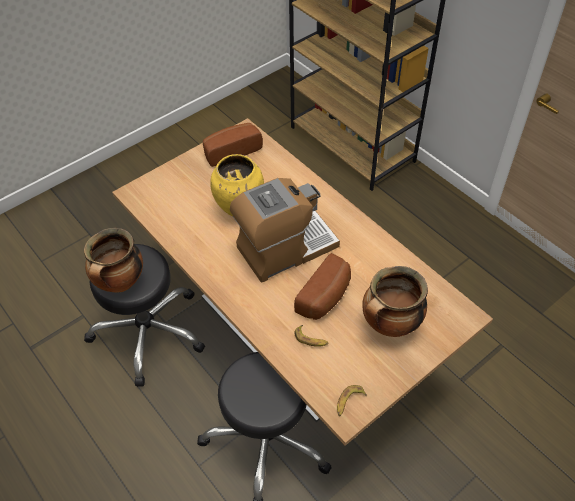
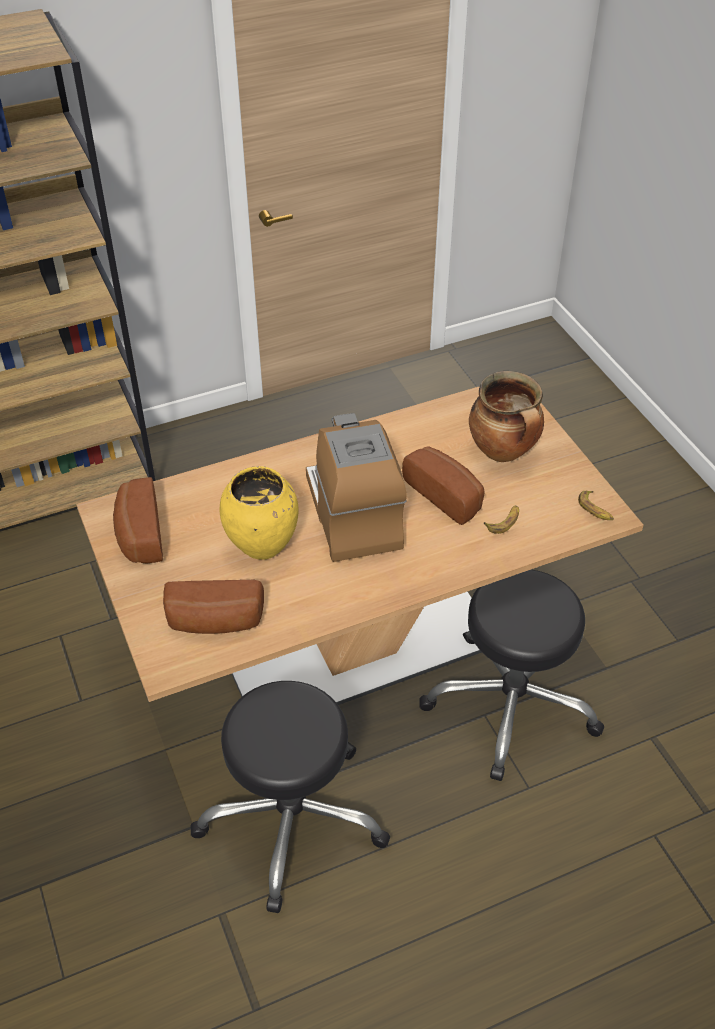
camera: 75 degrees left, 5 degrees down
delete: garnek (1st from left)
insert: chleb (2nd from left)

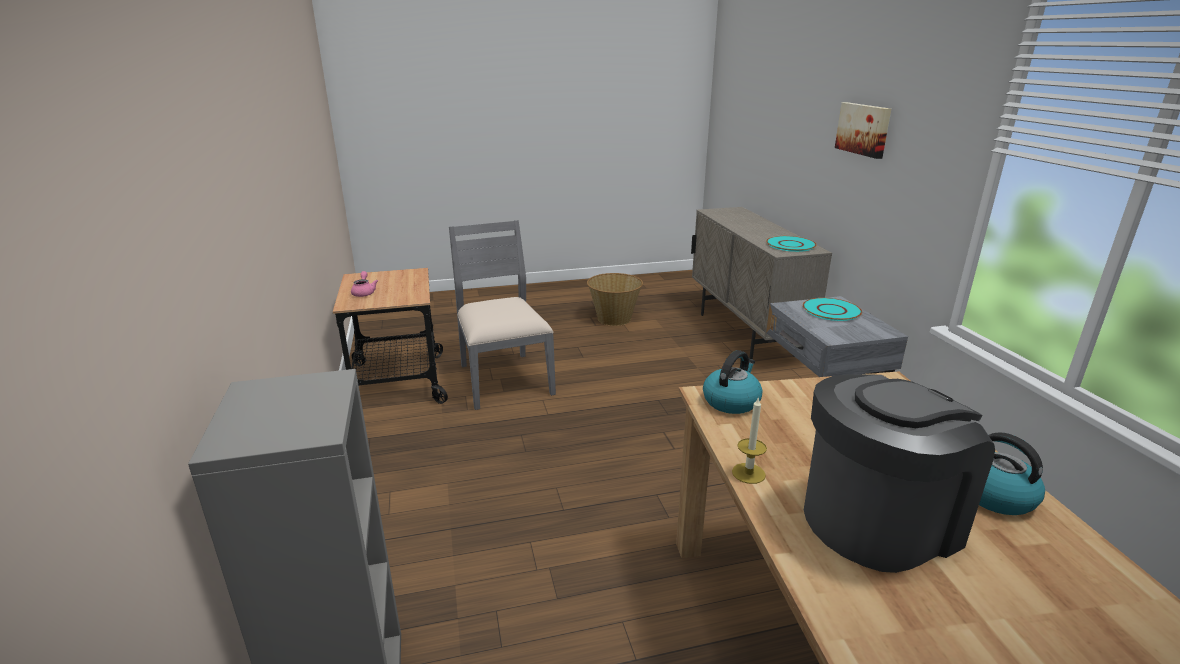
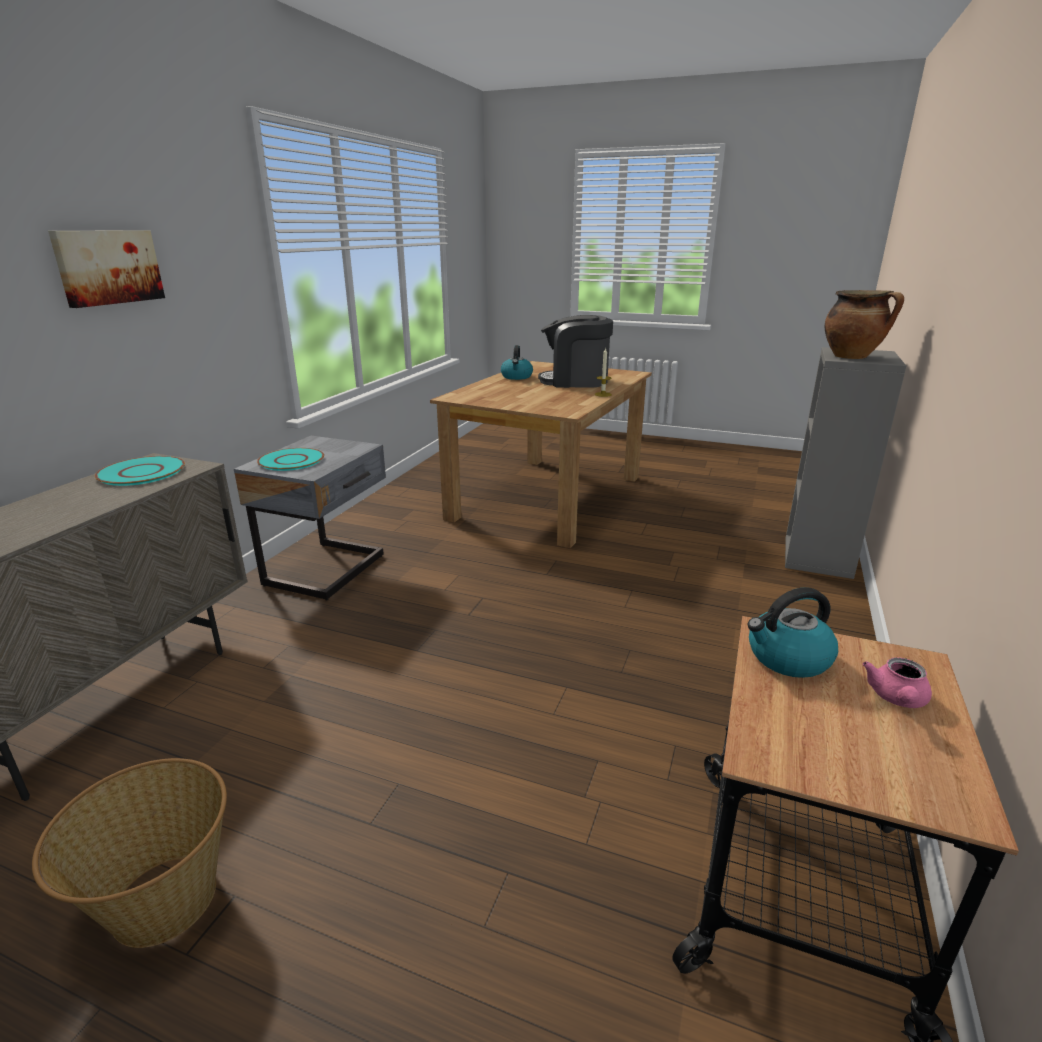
camera: 145 degrees left, 0 degrees up
delete: krzesło [szary]
insert: garnek
move: czajnik (1st from left in the first image) to czajnik (2nd from left)

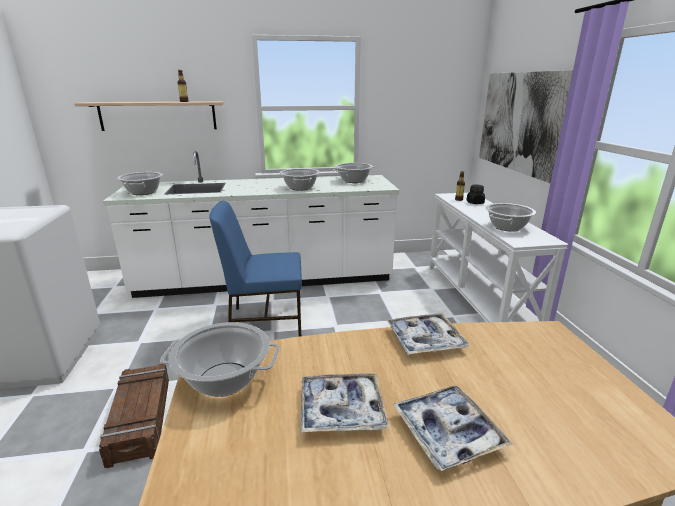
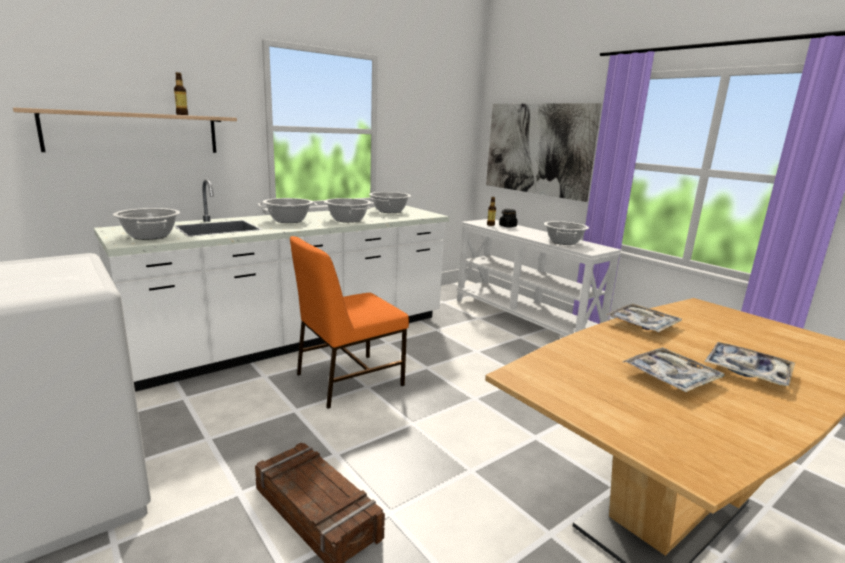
camera: 30 degrees left, 5 degrees down
move: garnek (2nd from left)
recolor: krzesło [niebieski] to krzesło [pomarańczowy]

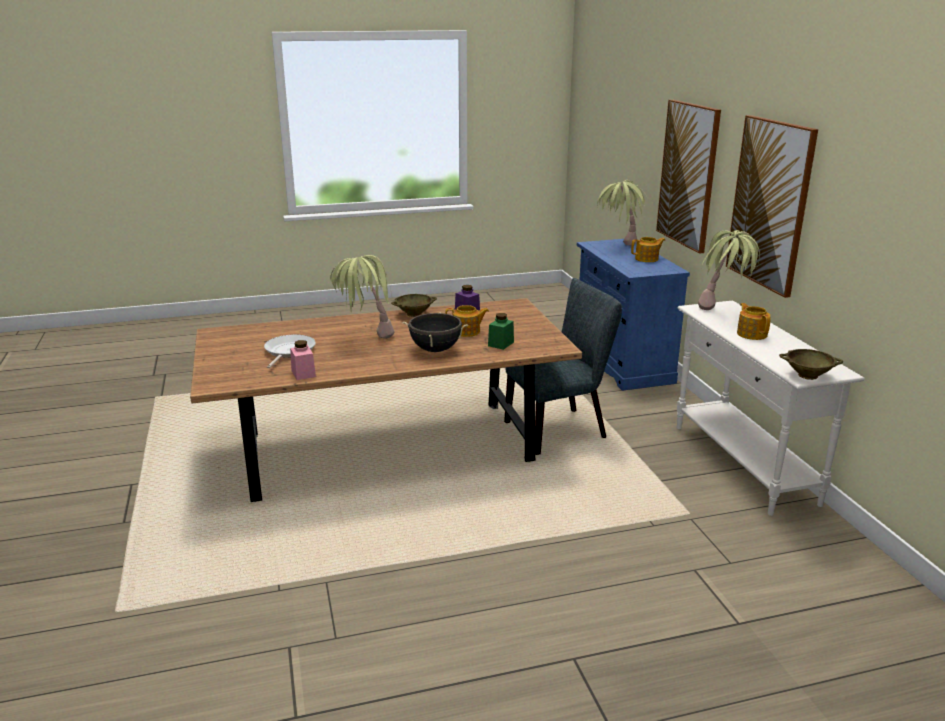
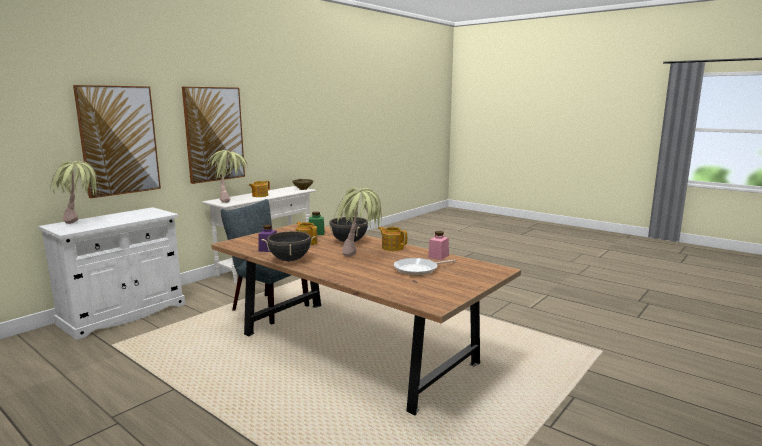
camera: 125 degrees left, 10 degrees down
move: imbryk (2nd from left in the first image) to imbryk (3rd from left)
replace: miska [beżowy] (1st from left) to garnek [czarny] (1st from left)
recolor: szafka [niebieski] to szafka [biały]

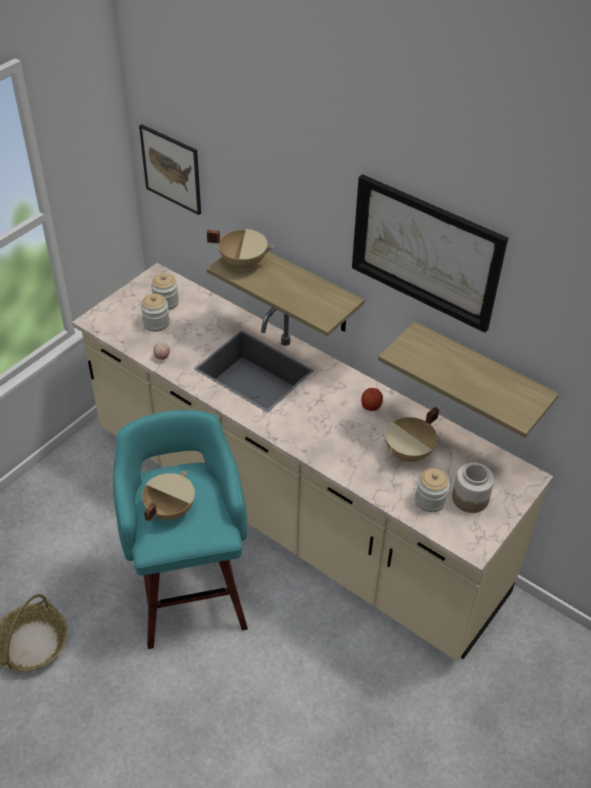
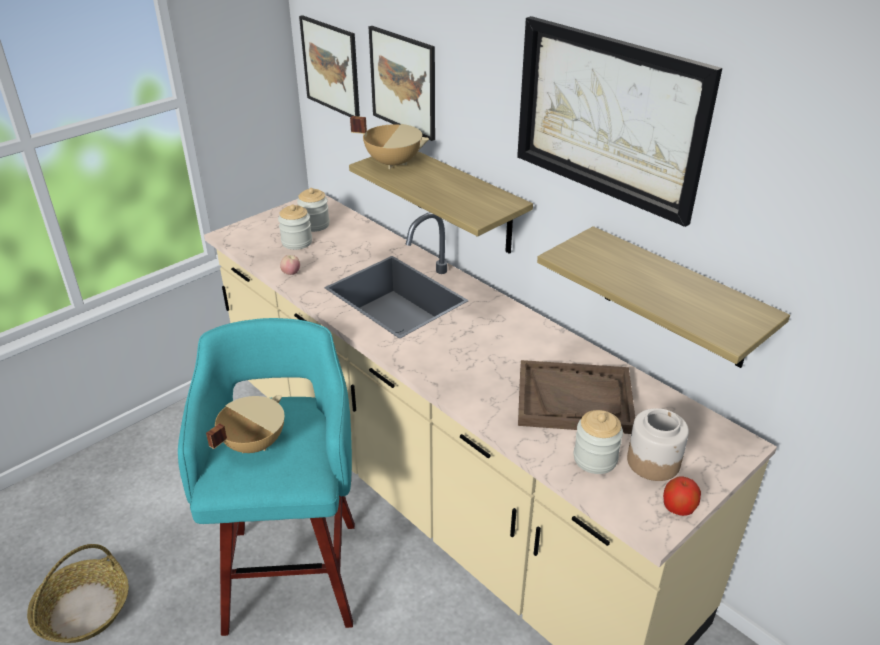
camera: 10 degrees right, 10 degrees down
insert: obraz (2nd from left)
move: jabłko (2nd from left)
replace: garnek [beżowy] (3rd from left) to taca [brązowy]

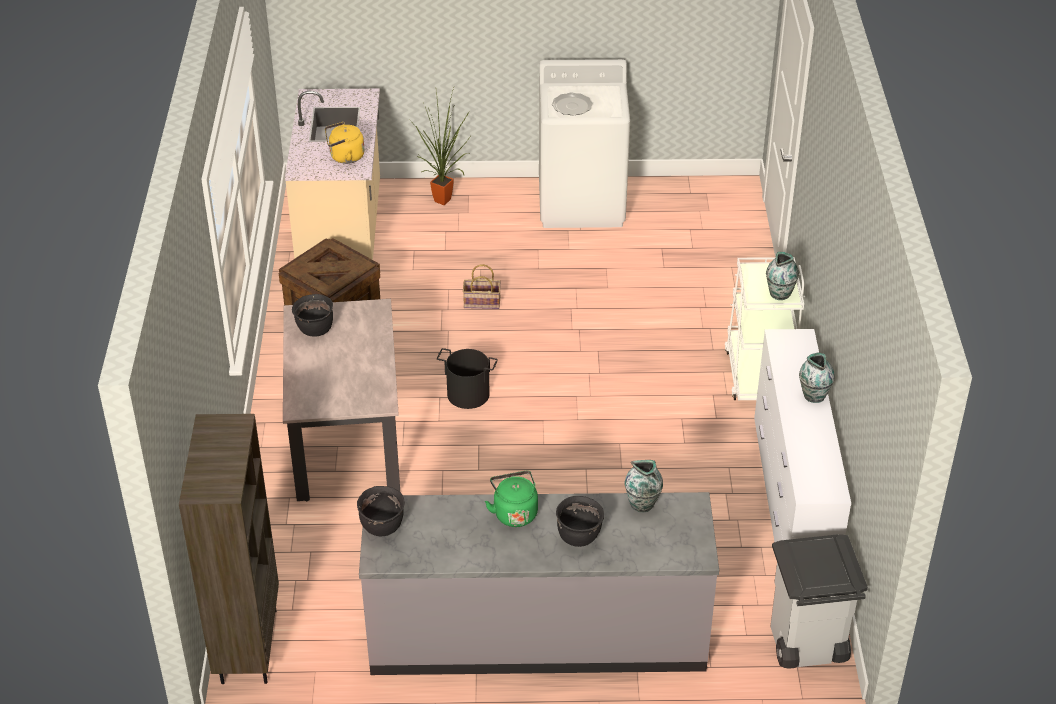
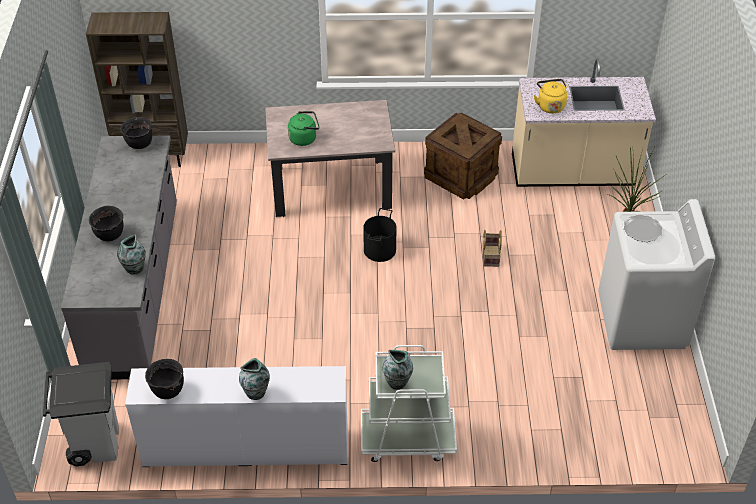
camera: 90 degrees right, 5 degrees up
move: garnek [czarny] (1st from left in the first image) to garnek [czarny] (3rd from left); czajnik [zielony]

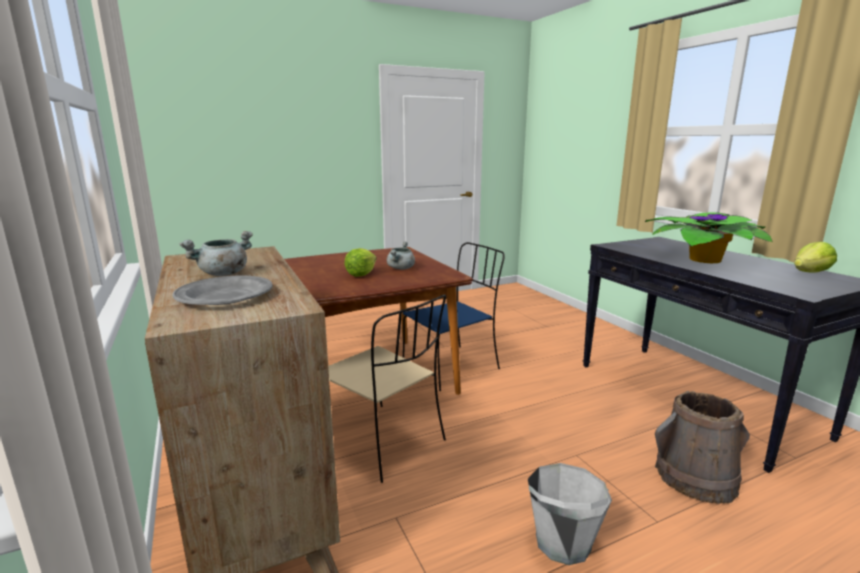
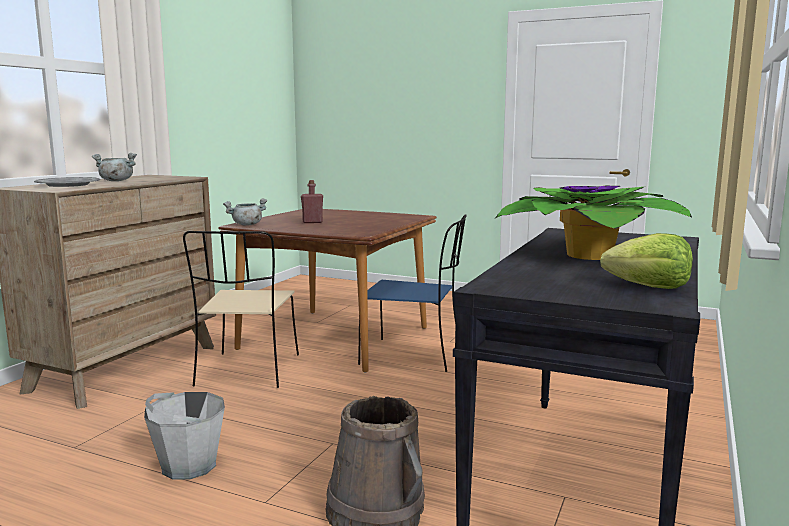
camera: 50 degrees right, 5 degrees down
move: garnek [szary] (2nd from left)
replace: sałata (1st from left) to butelka [czerwony]

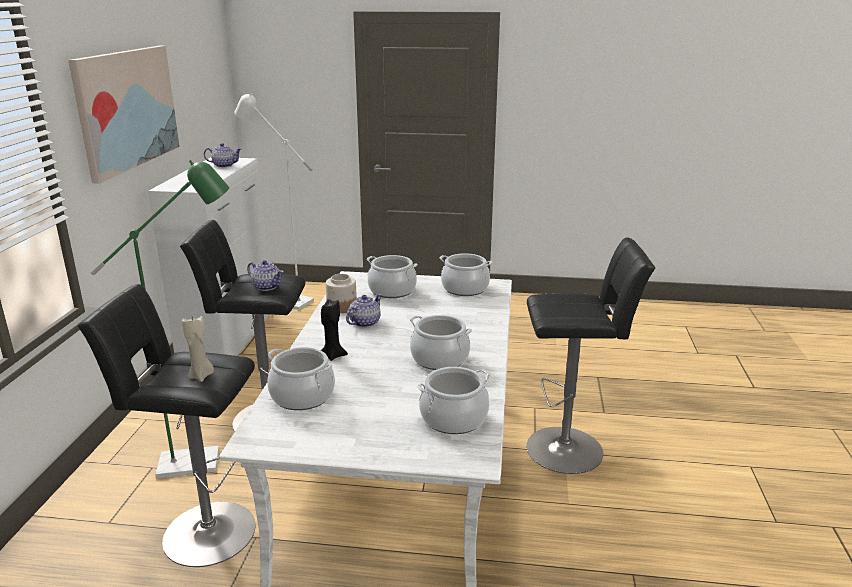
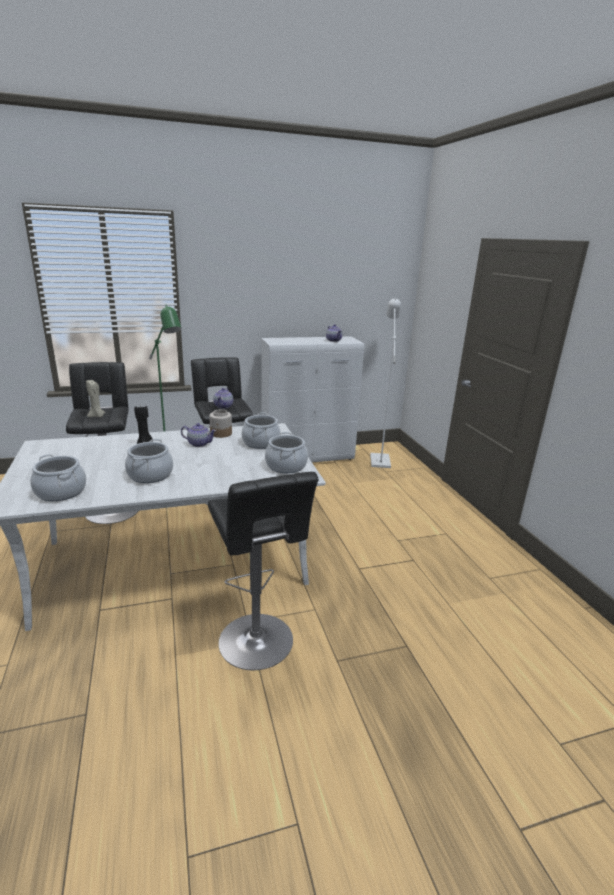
camera: 65 degrees right, 0 degrees up
delete: obraz; garnek (1st from left)

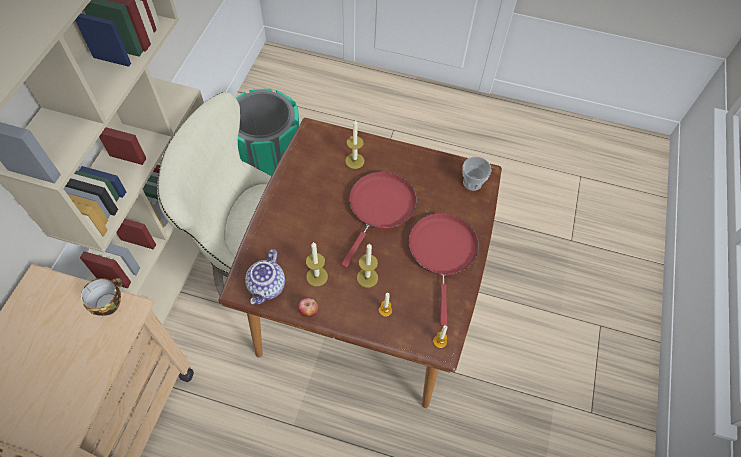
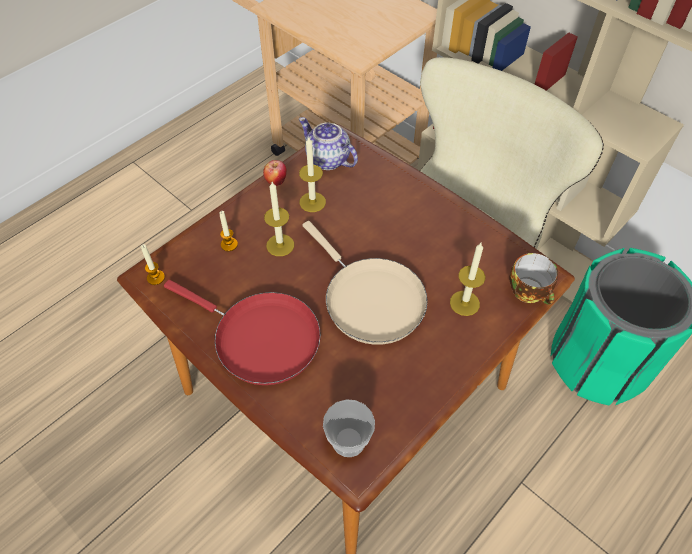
camera: 120 degrees right, 5 degrees down
move: filiżanka (1st from left in the first image) to filiżanka (2nd from left)
recolor: patelnia [czerwony] (1st from left) to patelnia [beżowy]

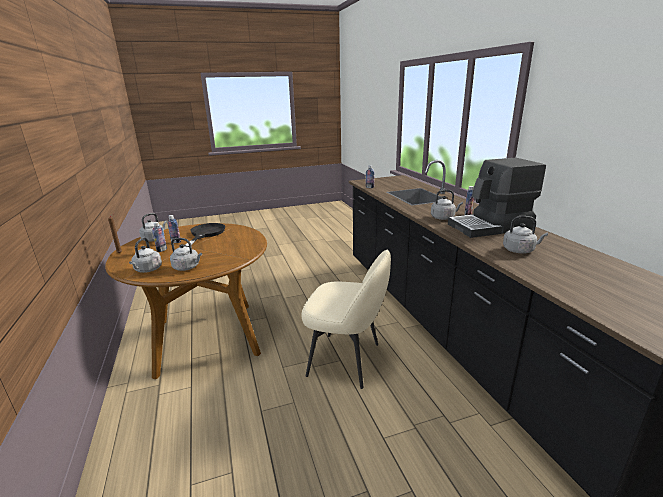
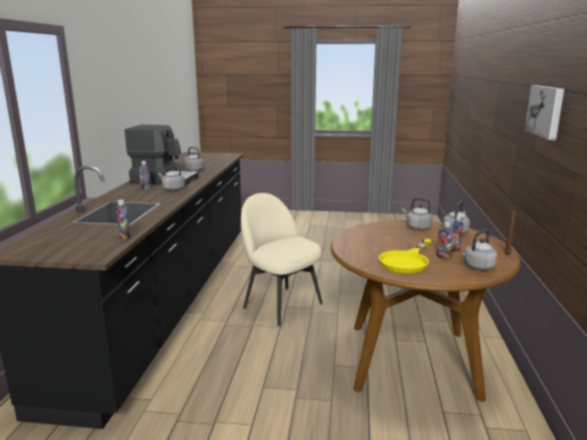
camera: 155 degrees left, 5 degrees down
insert: obraz
recolor: patelnia [czarny] to patelnia [żółty]

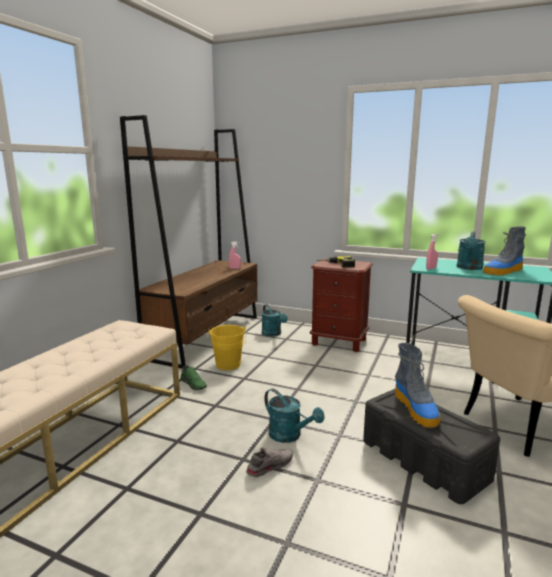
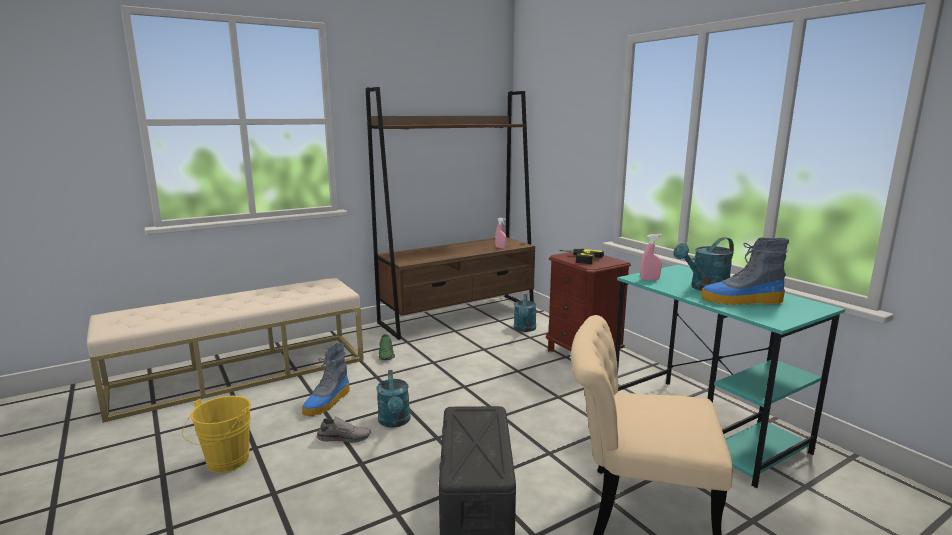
camera: 35 degrees right, 0 degrees up
move: wiadro [żółty]; but z cholewką (1st from left)

